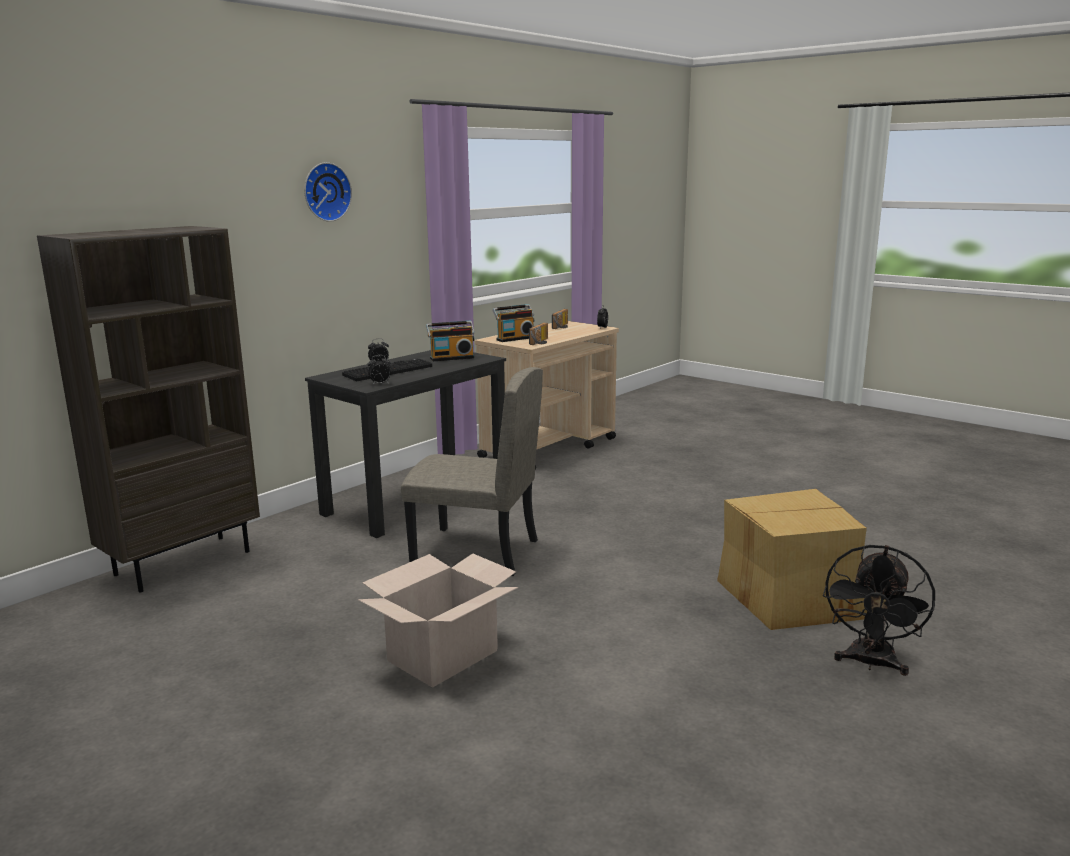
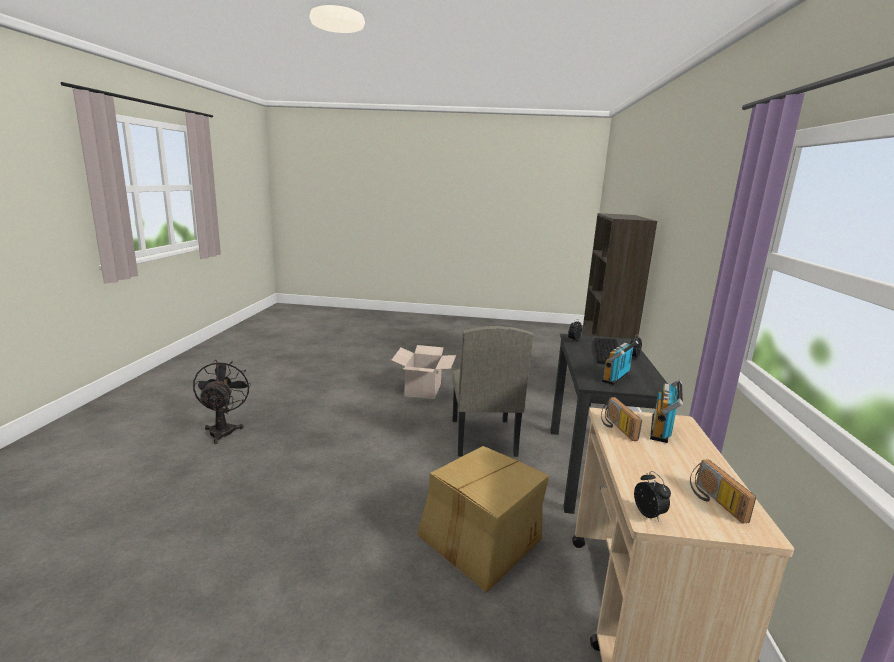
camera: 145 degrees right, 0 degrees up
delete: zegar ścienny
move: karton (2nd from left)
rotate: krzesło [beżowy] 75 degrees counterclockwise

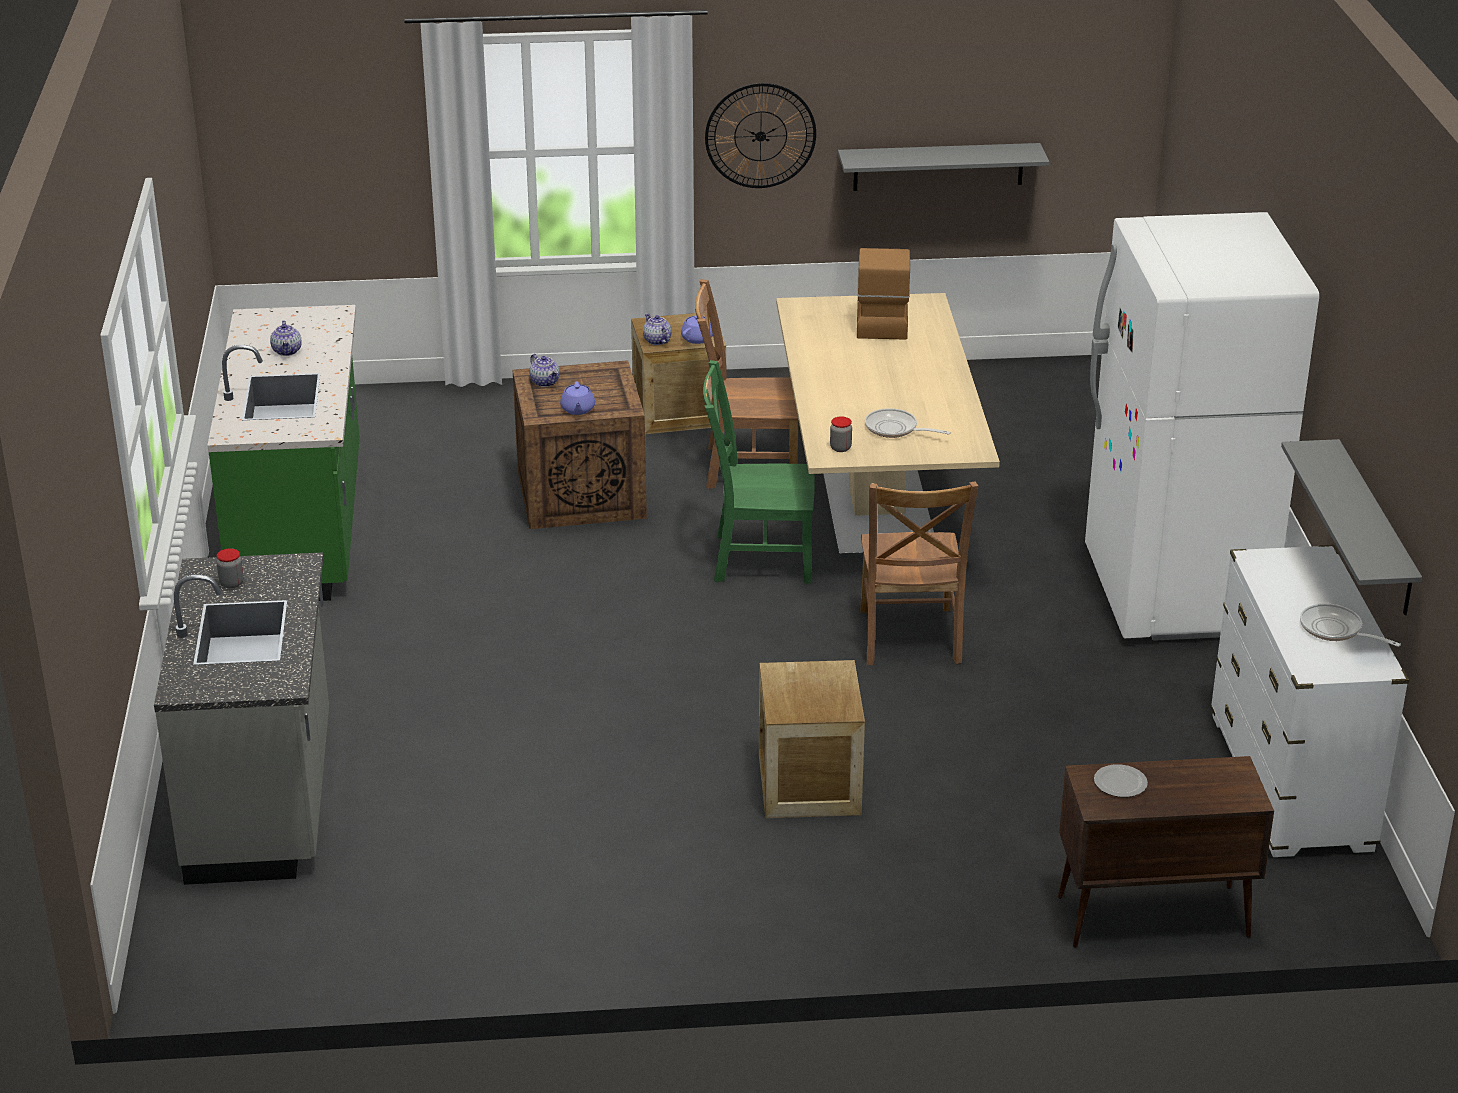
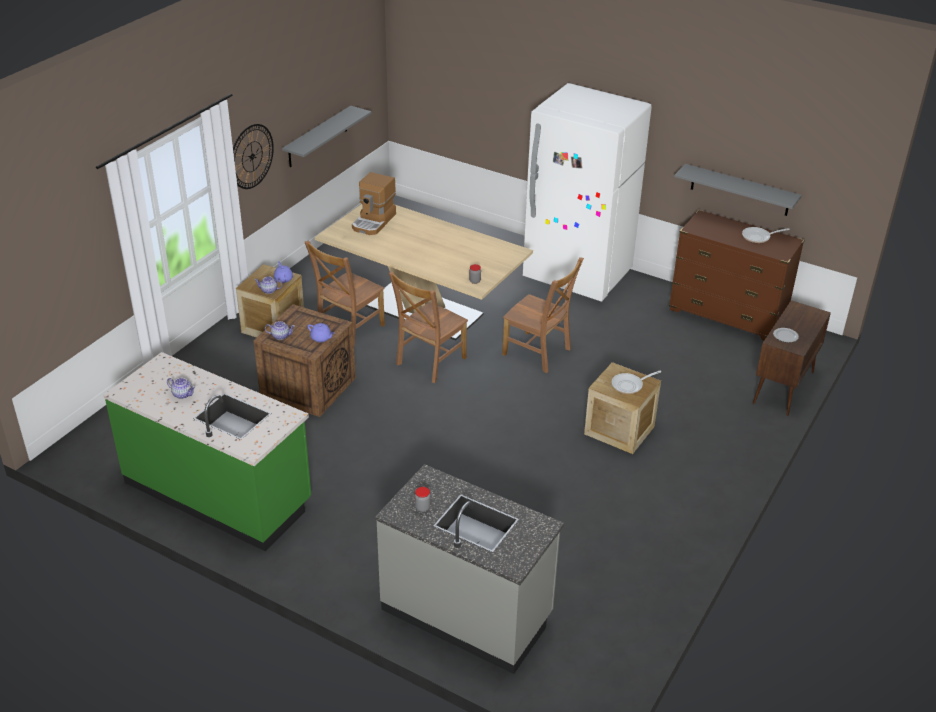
camera: 55 degrees left, 5 degrees up
move: patelnia (1st from left)
recolor: krzesło [zielony] to krzesło [brązowy] (2nd from left); komoda [biały] to komoda [brązowy]
rotate: ekspres do kawy 105 degrees counterclockwise

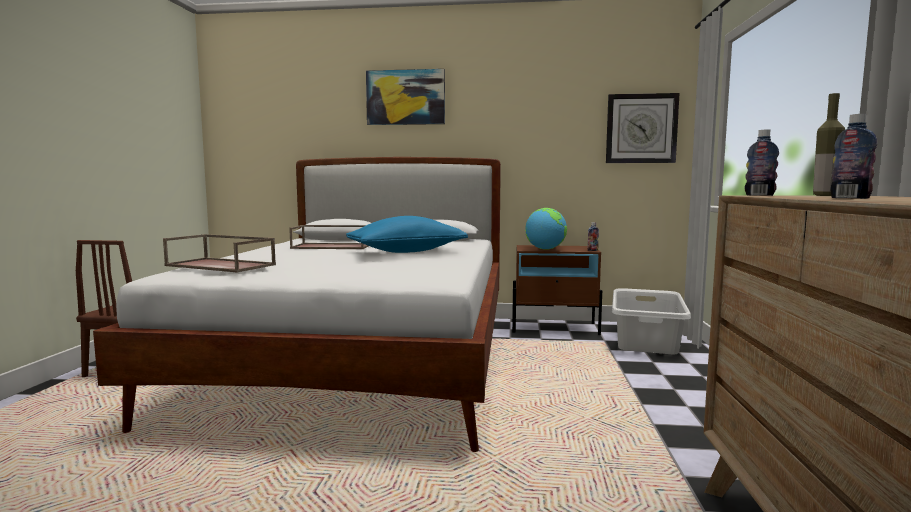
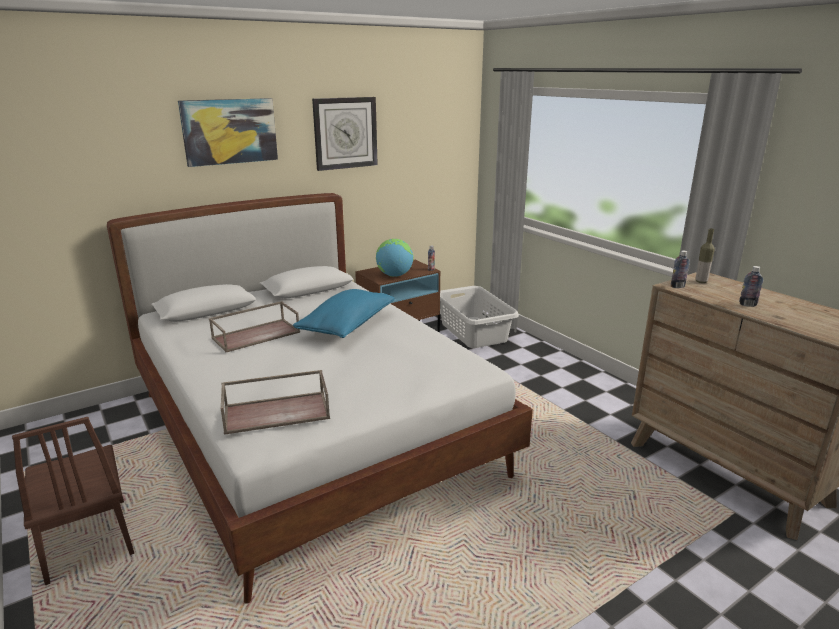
camera: 40 degrees left, 15 degrees up
move: zegar ścienny

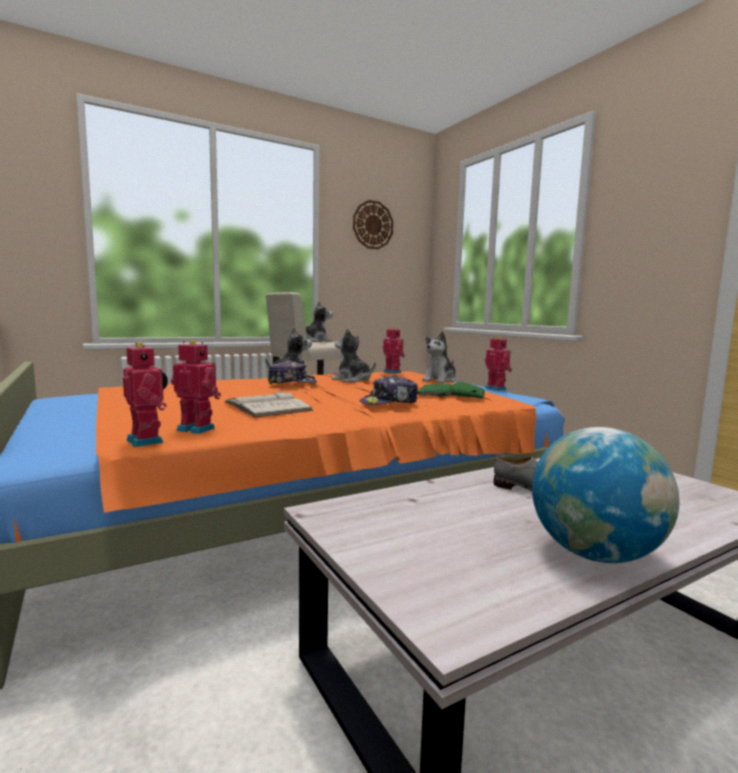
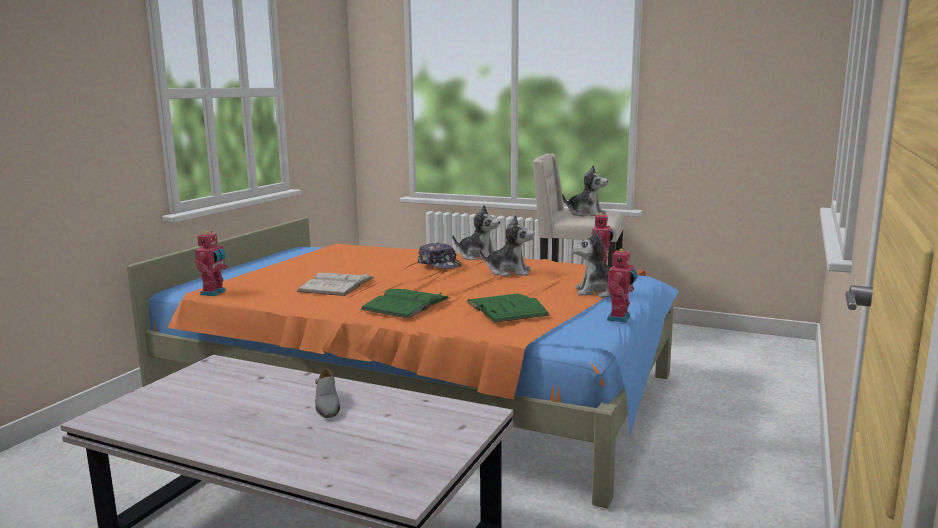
camera: 55 degrees right, 5 degrees up
delete: robot zabawkowy (2nd from left); zegar ścienny; globus
replace: czapka z daszkiem (2nd from left) to książka [zielony] (1st from left)
rotate: pluszak (3rd from left in the first image) 105 degrees clockwise

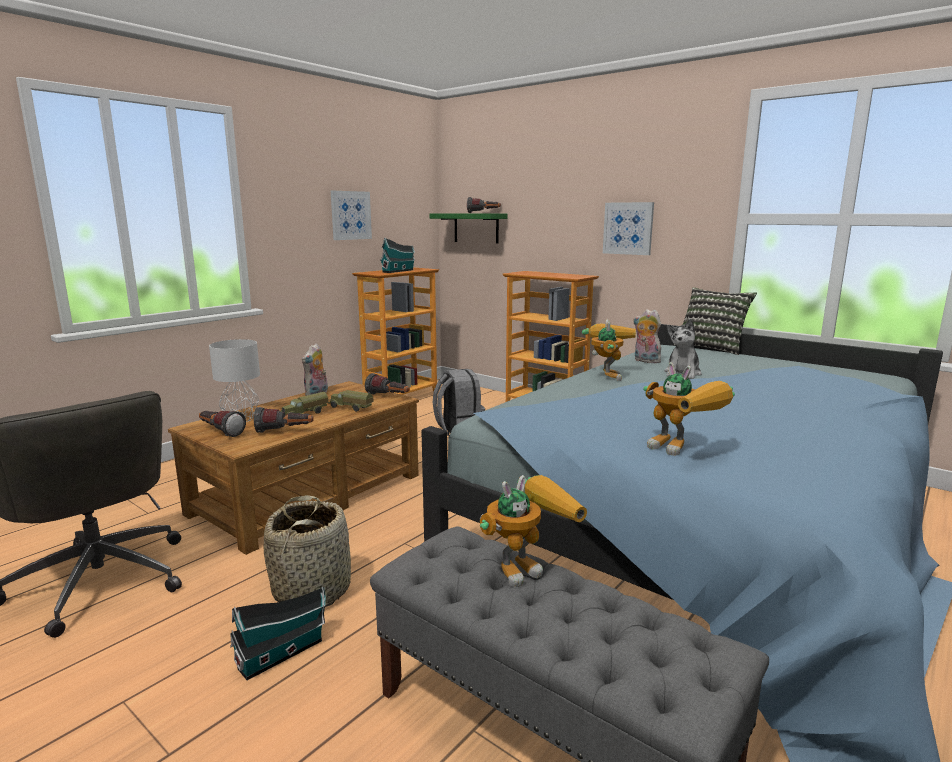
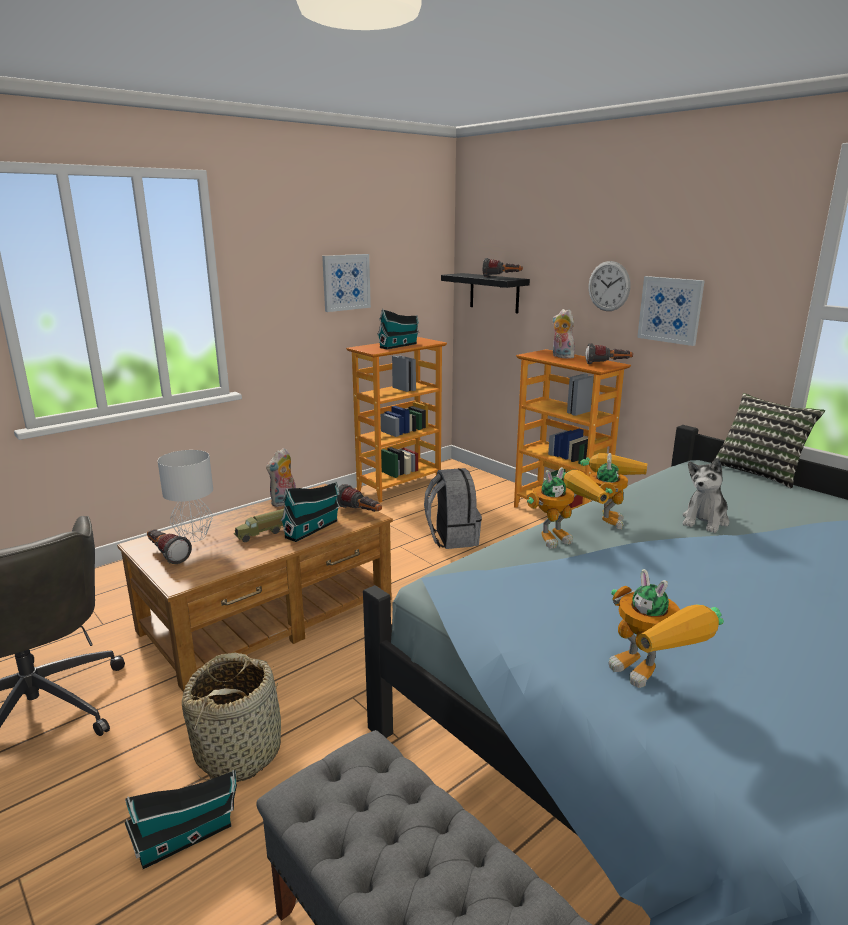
camera: 10 degrees right, 5 degrees up
insert: zegar ścienny
move: latarka (2nd from left in the first image) to latarka (4th from left); robot zabawkowy (1st from left); pluszak (2nd from left)
replace: ciężarówka zabawkowa (2nd from left) to domek (2nd from left)
recolor: półka [zielony] to półka [czarny]

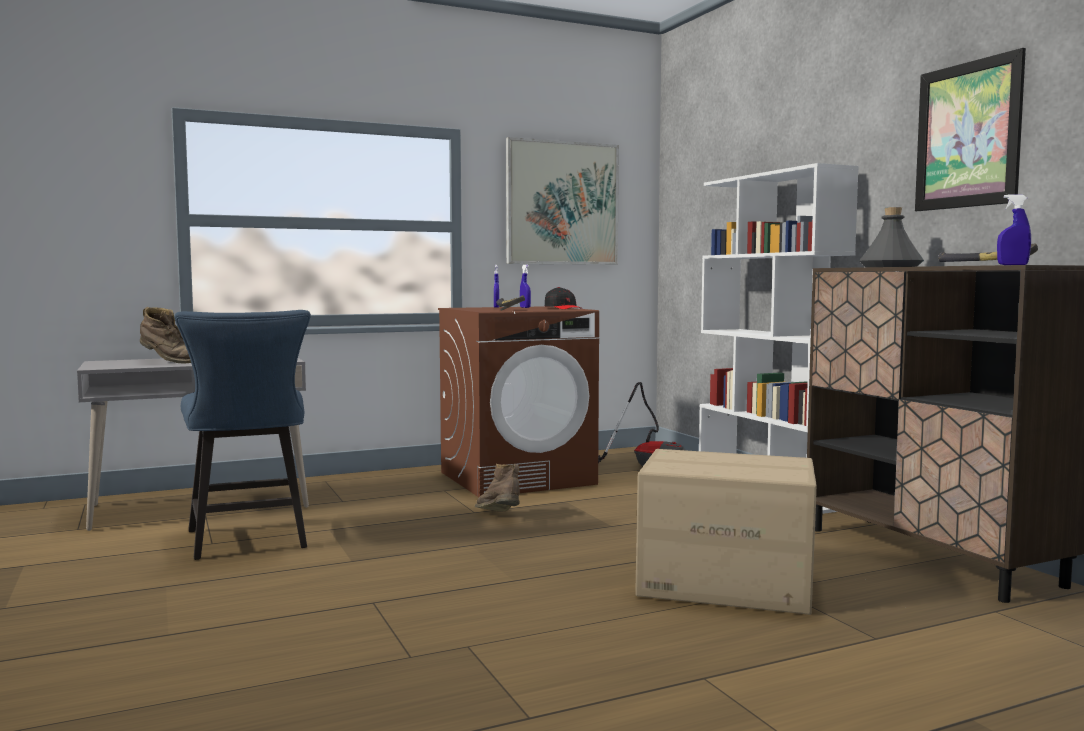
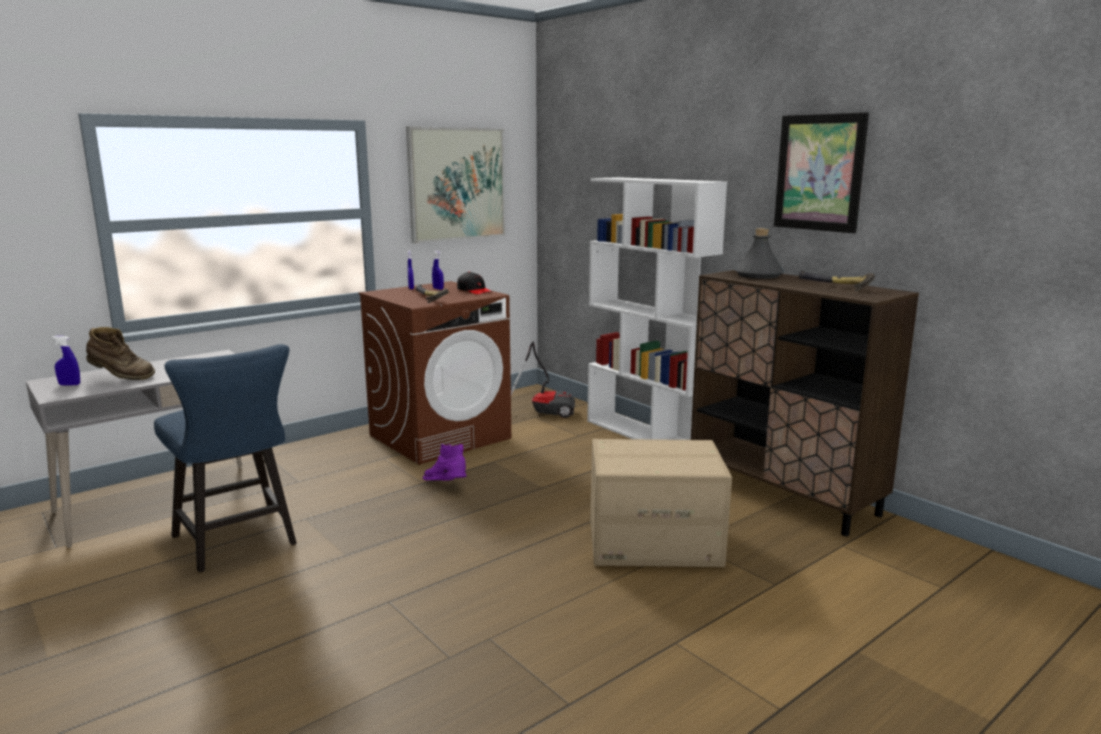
camera: 15 degrees left, 10 degrees up
move: spryskiwacz [niebieski] (3rd from left in the first image) to spryskiwacz [niebieski] (1st from left)
recolor: but z cholewką [brązowy] (2nd from left) to but z cholewką [fioletowy]

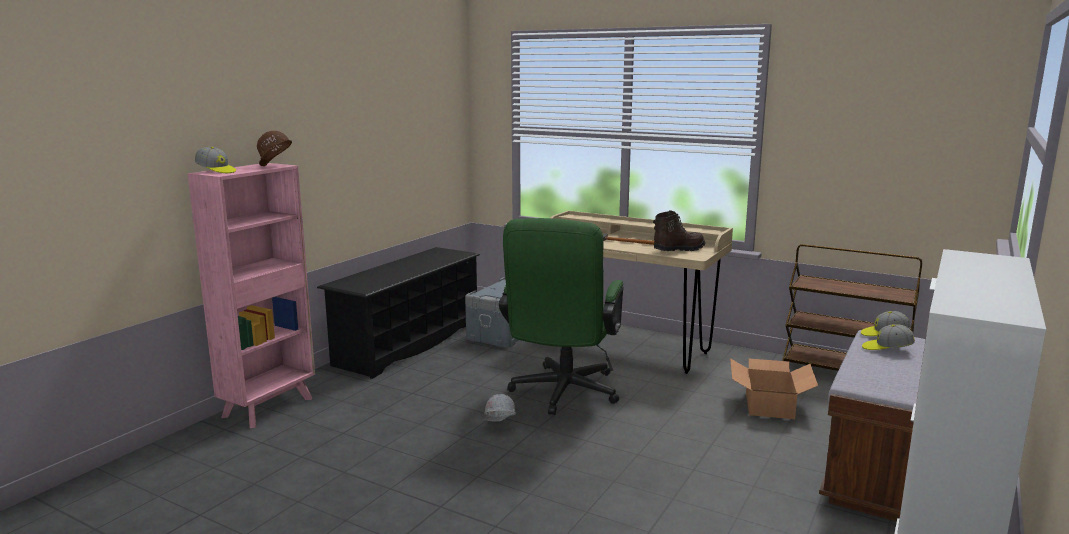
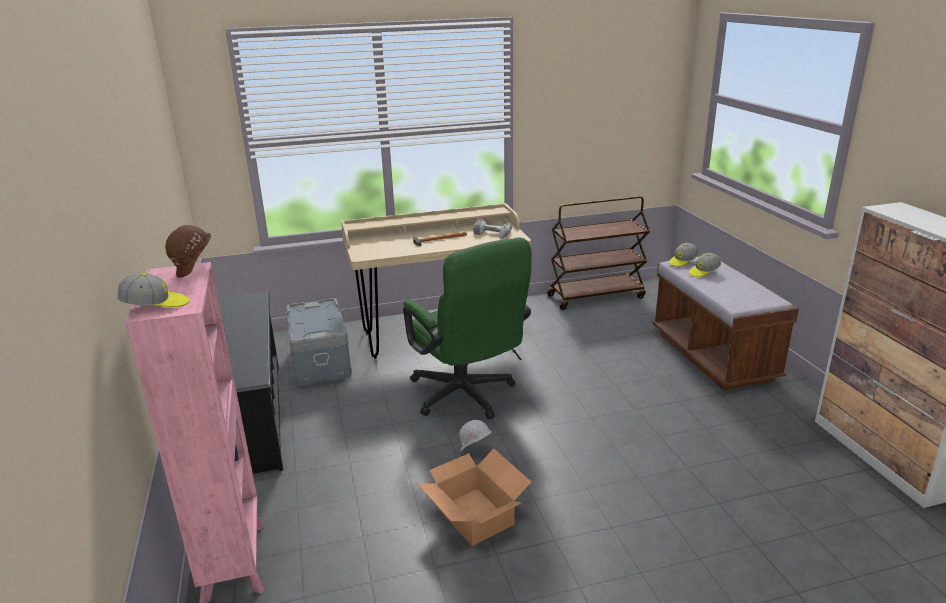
camera: 45 degrees left, 10 degrees up
move: karton
replace: but z cholewką [brązowy] to wiertarka

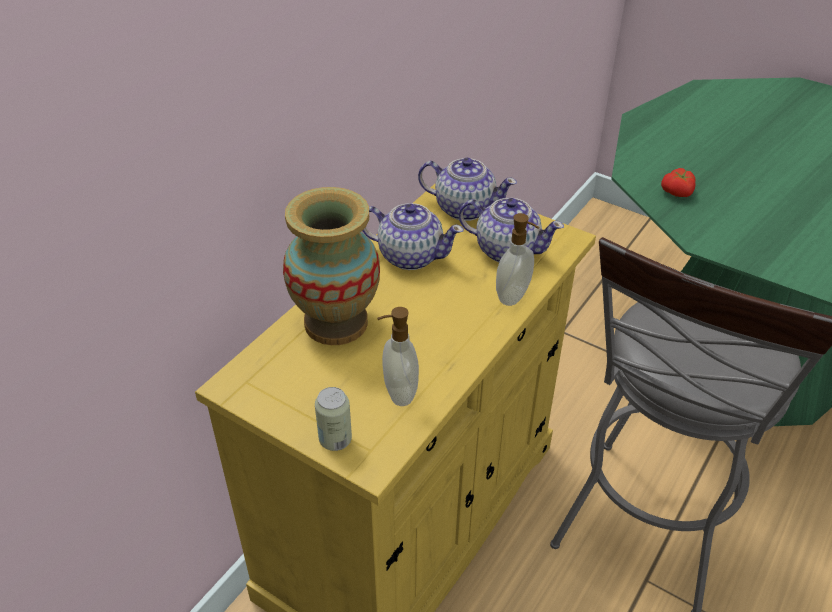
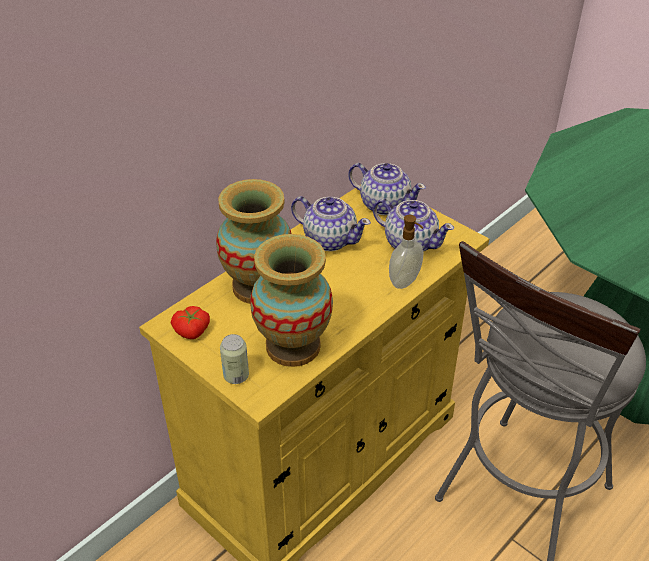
camera: 10 degrees right, 0 degrees up
move: pomidor
replace: dozownik mydła (1st from left) to wazon (2nd from left)

